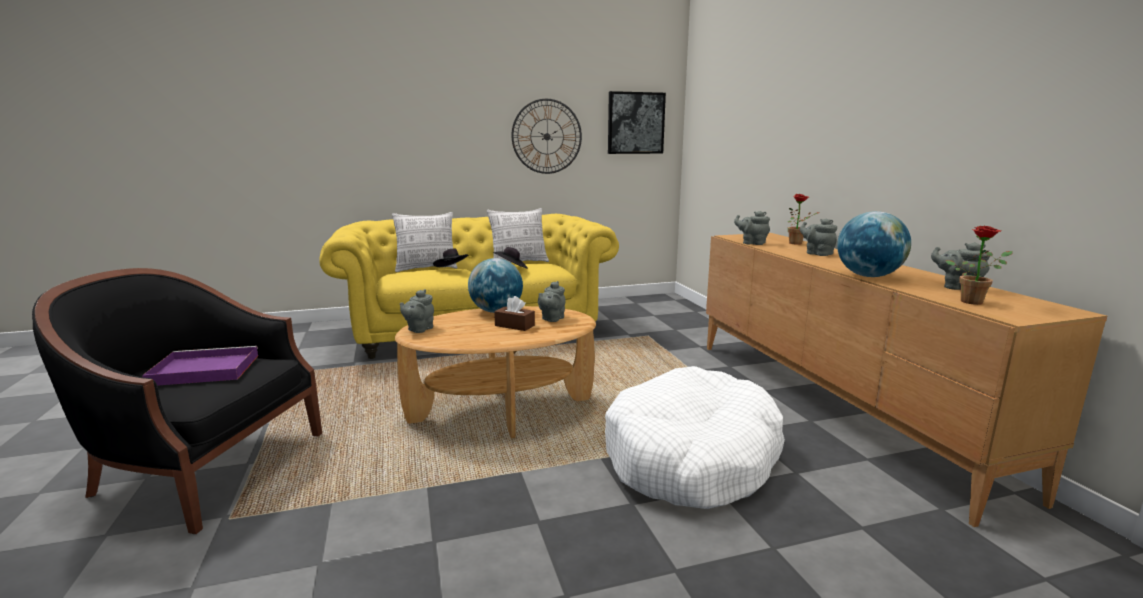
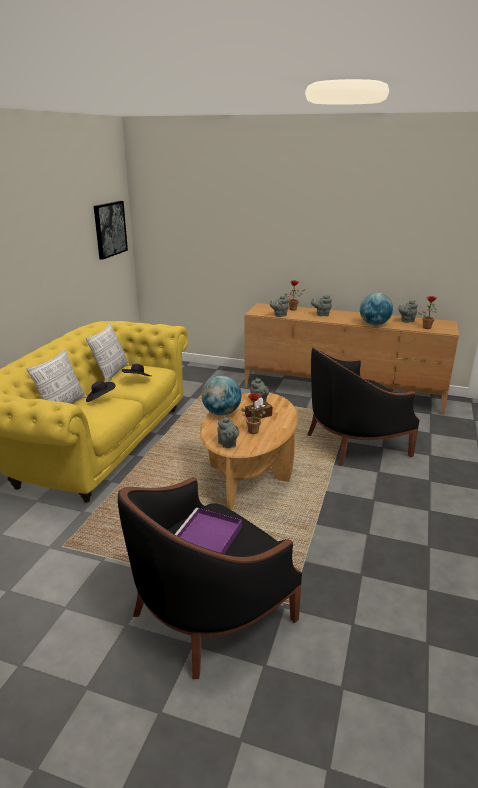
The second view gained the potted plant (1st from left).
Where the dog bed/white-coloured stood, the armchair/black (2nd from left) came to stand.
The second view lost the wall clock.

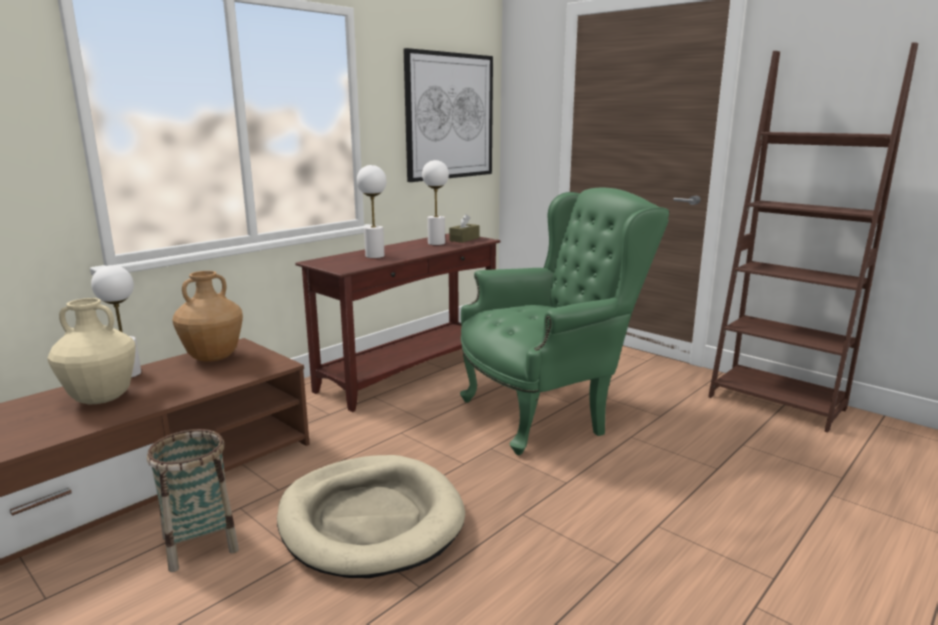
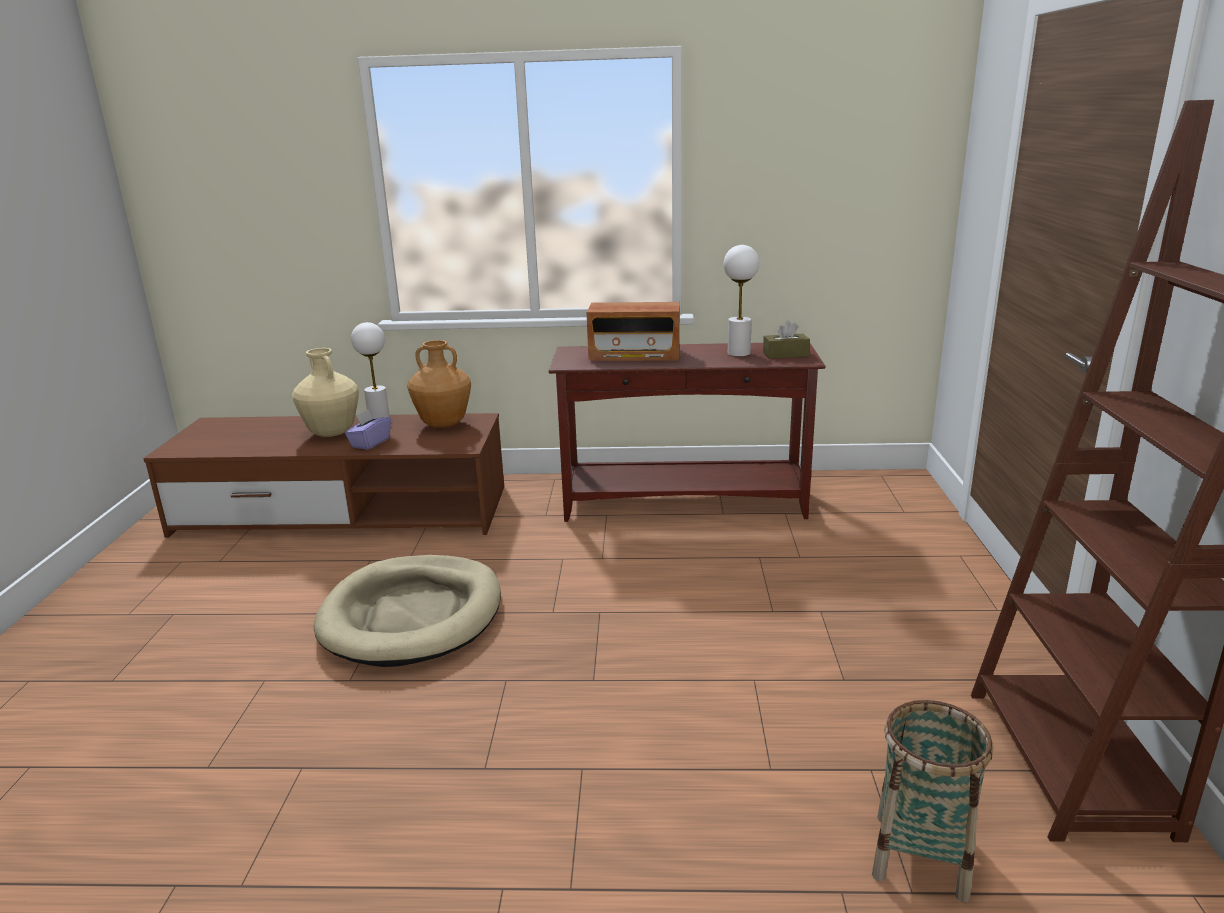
The second view gained the tissue holder/purplish.
Where the tabletop lamp/white-coloured (2nd from left) stood, the radio receiver came to stand.
The basket ended up elsewhere.
The second view lost the wall picture.
The second view lost the armchair/green-coloured.

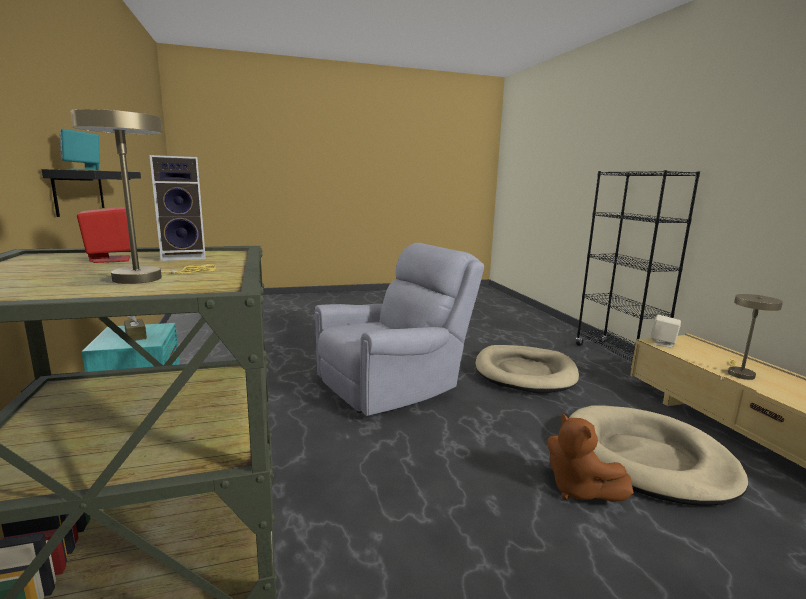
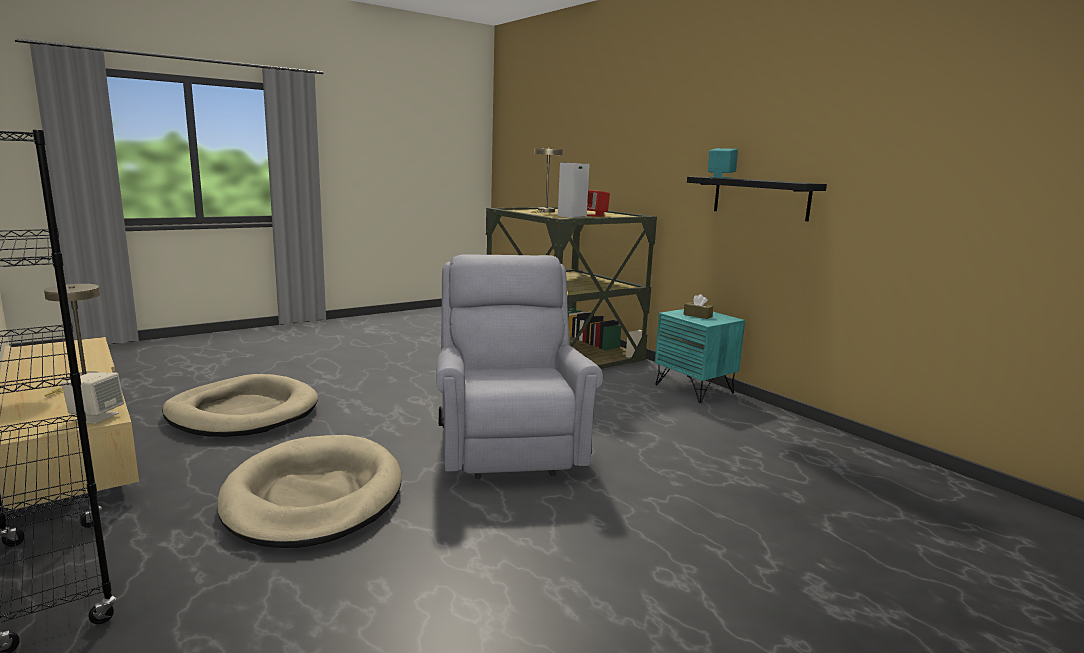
The armchair/greyish ended up facing another way, 135 degrees clockwise from before.
The second view lost the plush toy/brownish.

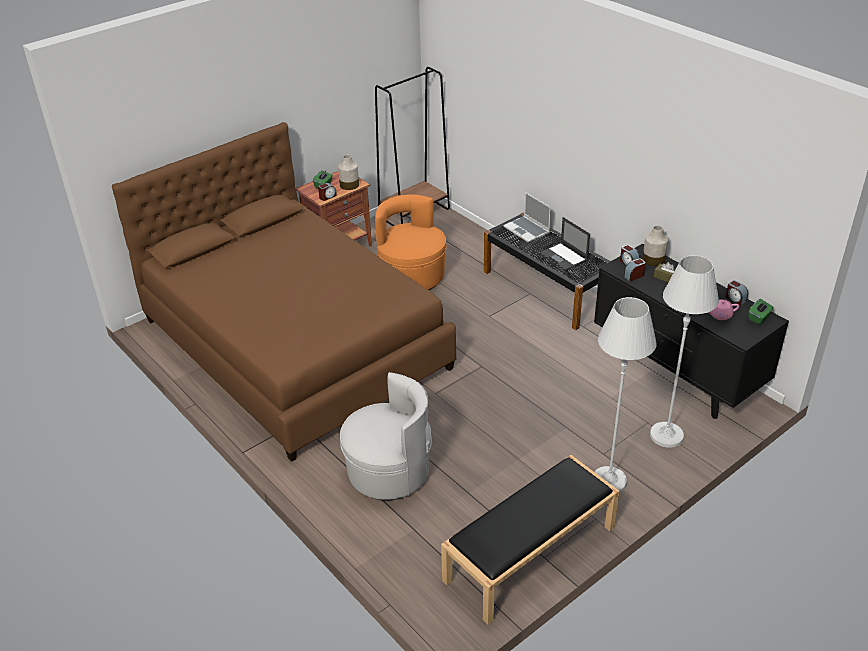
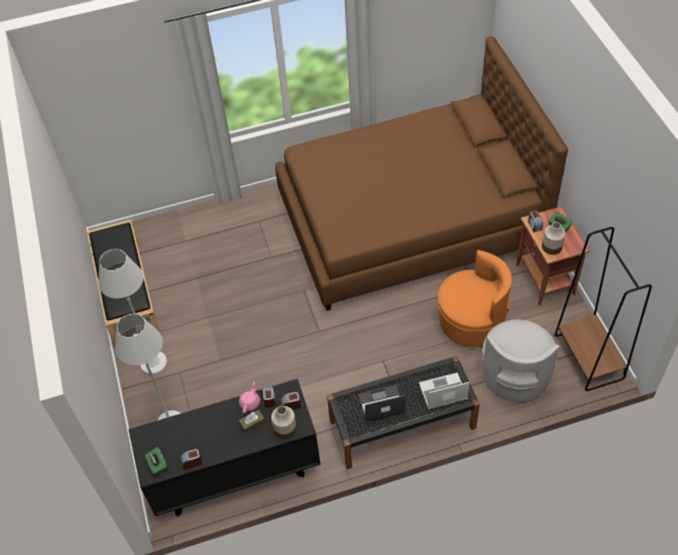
The tea pot/pinkish ended up elsewhere.
The armchair/white-coloured ended up elsewhere.

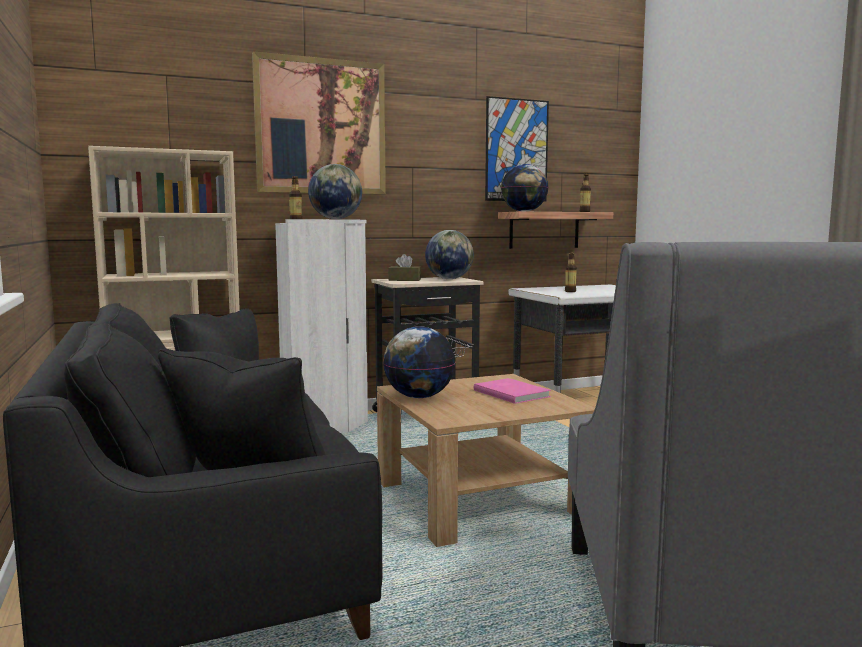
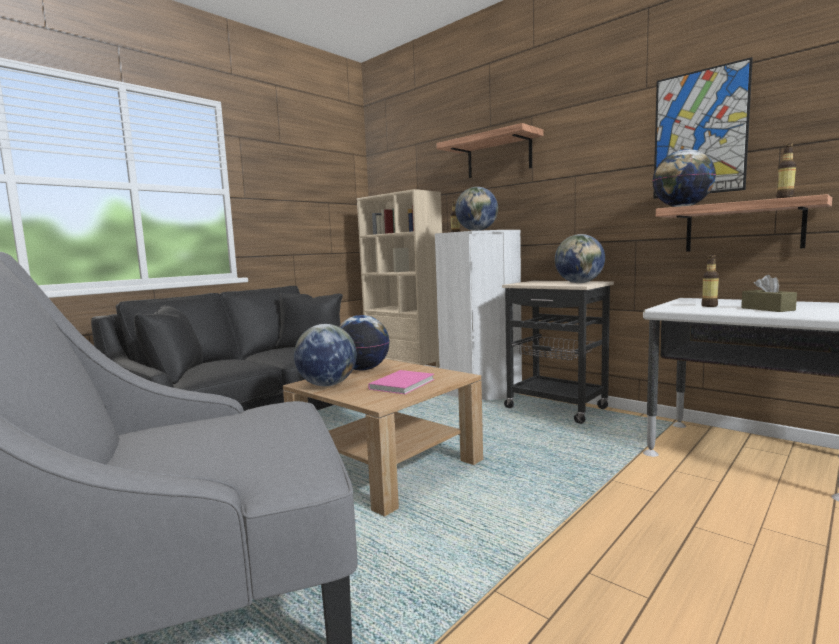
The second view gained the globe (1st from left).
Where the wall picture (1st from left) hung, the wall shelf (1st from left) came to hang.
The tissue holder/brownish ended up elsewhere.

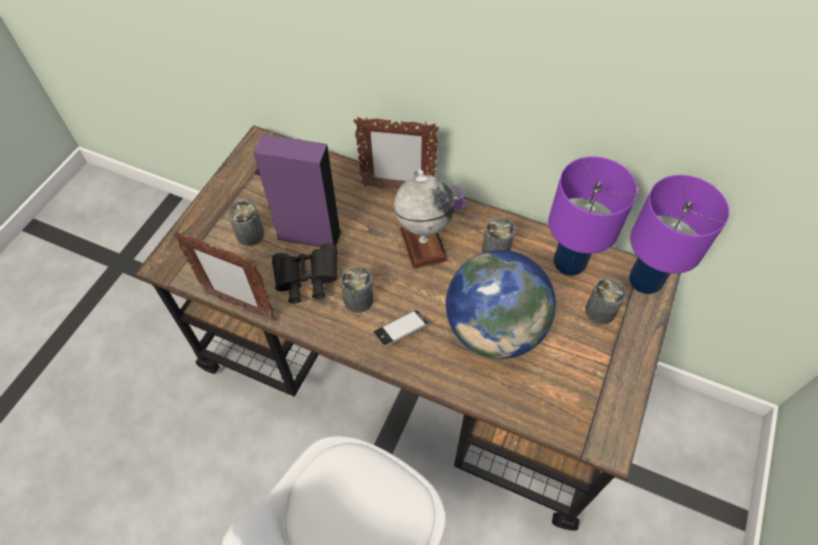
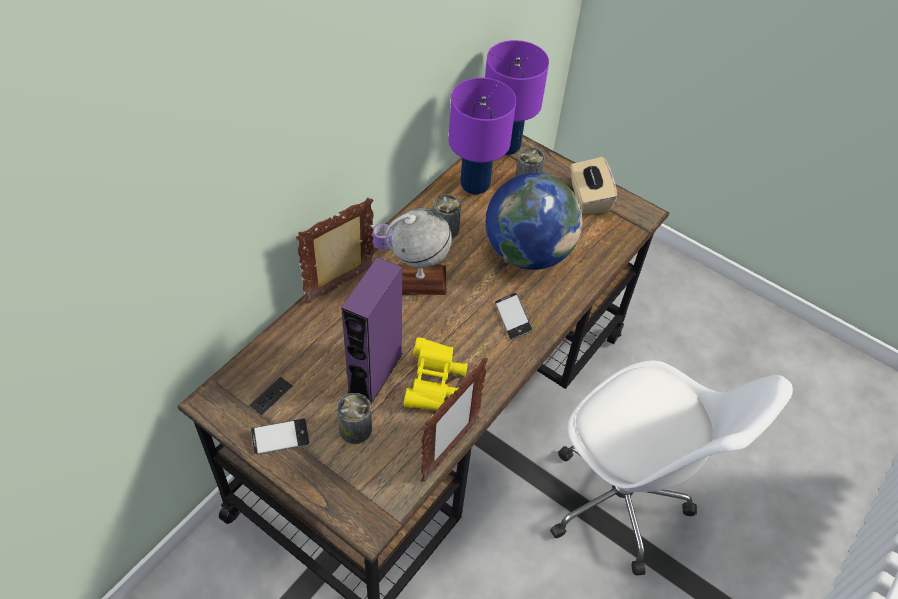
The second view gained the handset (1st from left).
The photo frame (2nd from left in the first image) ended up facing another way, 150 degrees counterclockwise from before.
What was the field glasses/black turned into the field glasses/yellowish.
The second view gained the tissue holder/sand-coloured.
The second view lost the sealed can (2nd from left).

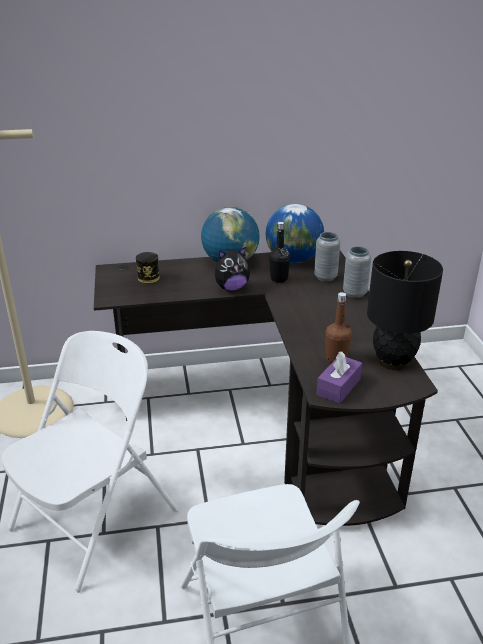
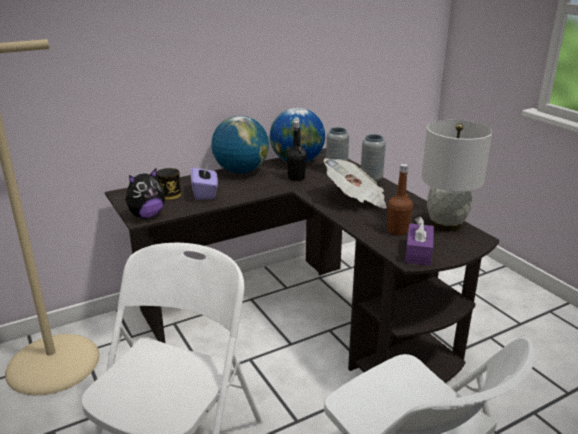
The plush toy ended up elsewhere.
The second view gained the tissue holder/purplish (1st from left).
The second view gained the daily paper.
What was the tabletop lamp/black turned into the tabletop lamp/white-coloured.

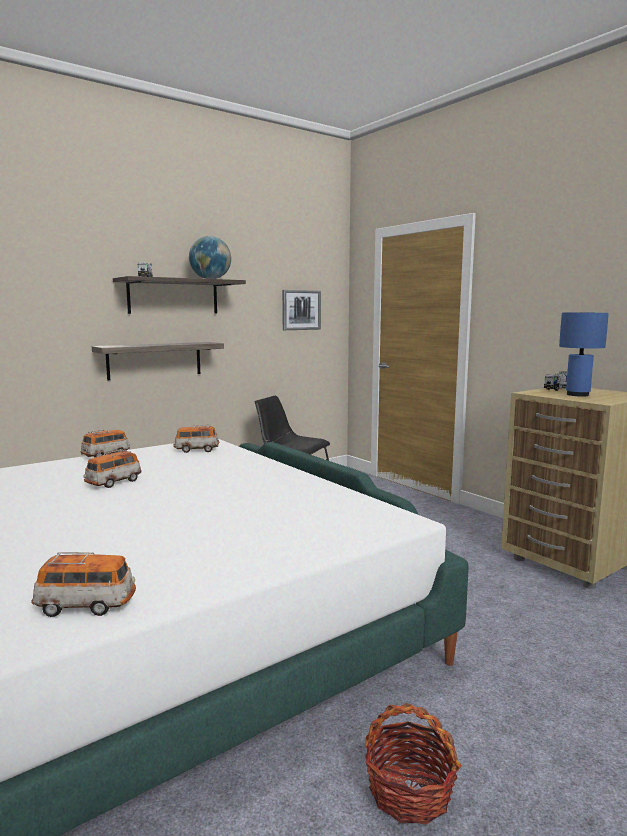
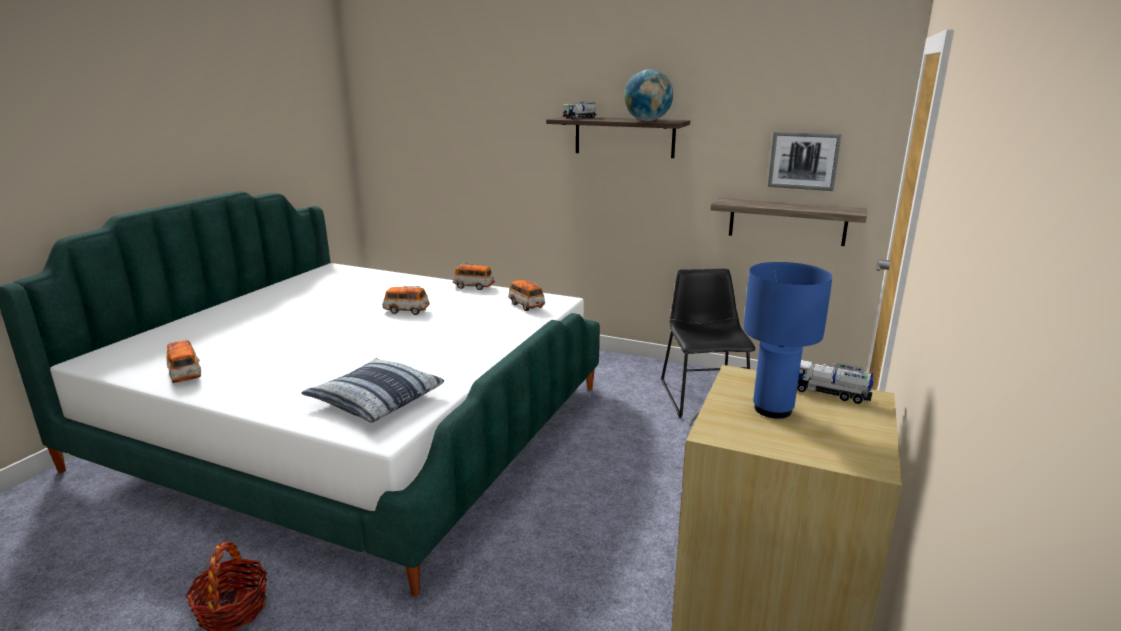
The second view gained the cushion.
The wall shelf (1st from left in the first image) ended up elsewhere.

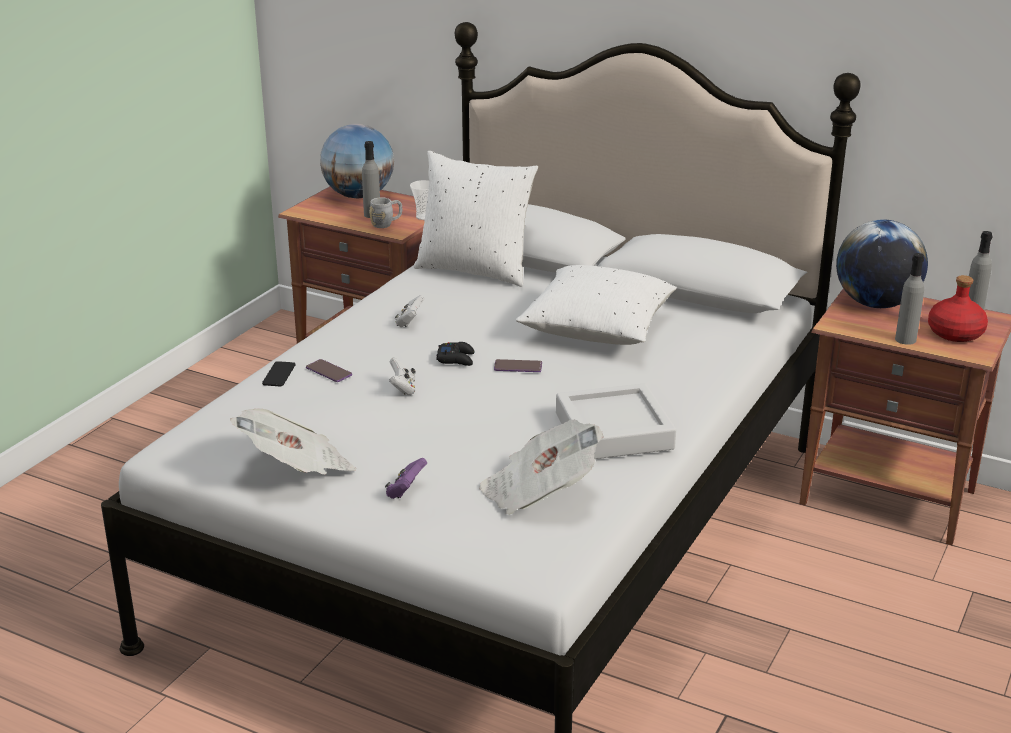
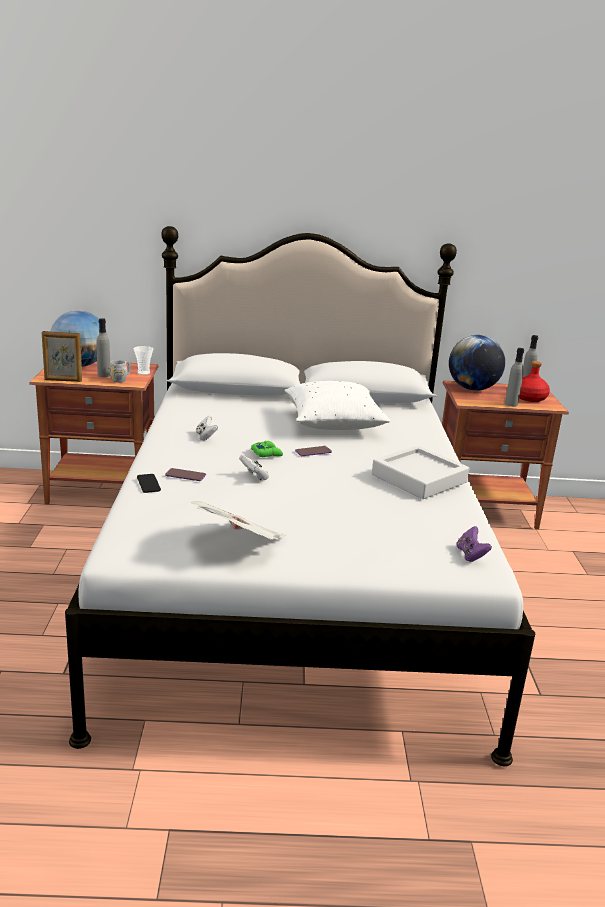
The second view gained the photo frame.
What was the gamepad/black turned into the gamepad/green-coloured.
The gamepad/purplish ended up elsewhere.
The second view lost the cushion/white-coloured (1st from left).
The second view lost the daily paper (2nd from left).

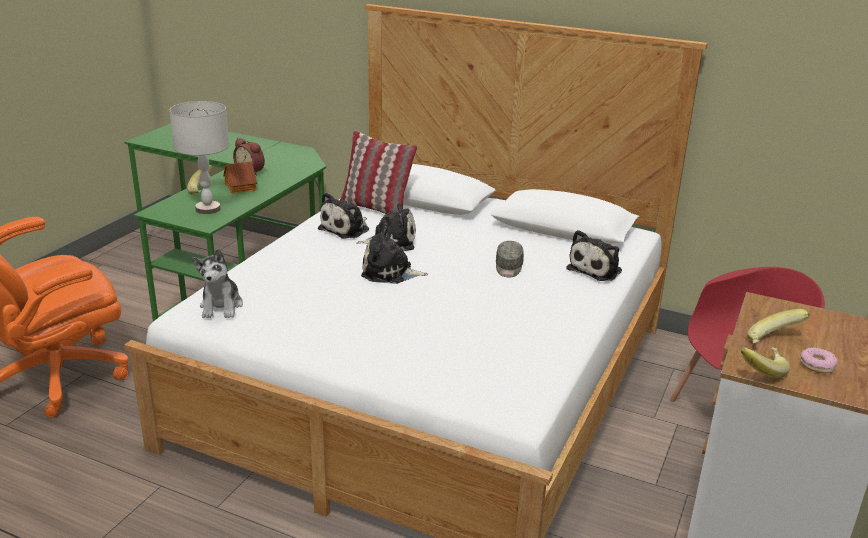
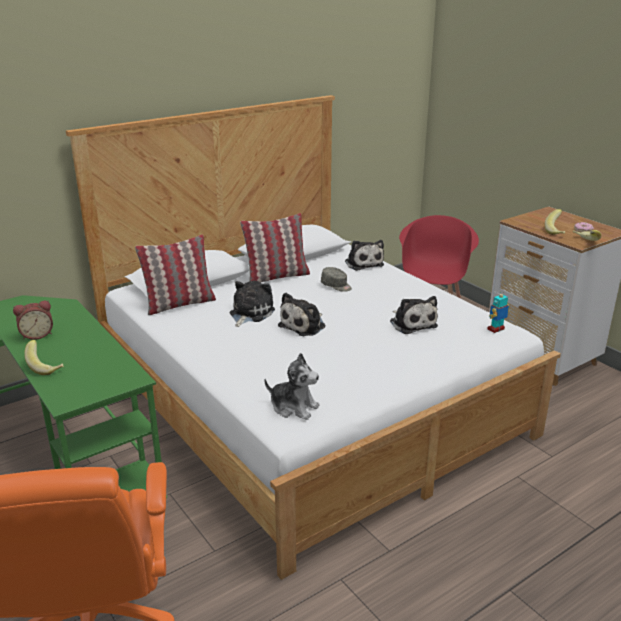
The second view gained the cushion (2nd from left).
The plush toy (2nd from left in the first image) ended up elsewhere.
The second view gained the robot figure.
The second view lost the tabletop lamp/greyish.
The second view lost the toy house.

